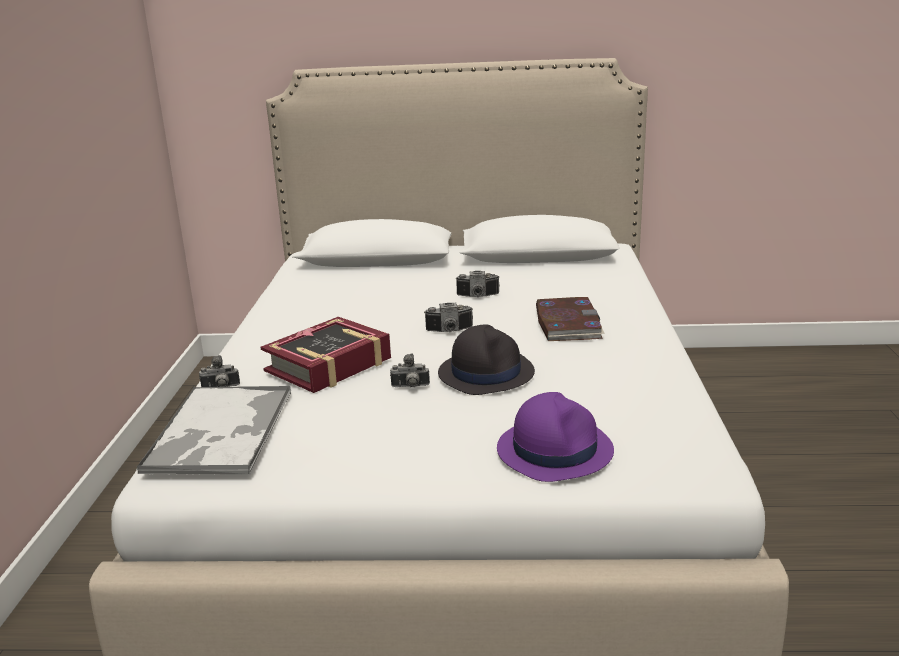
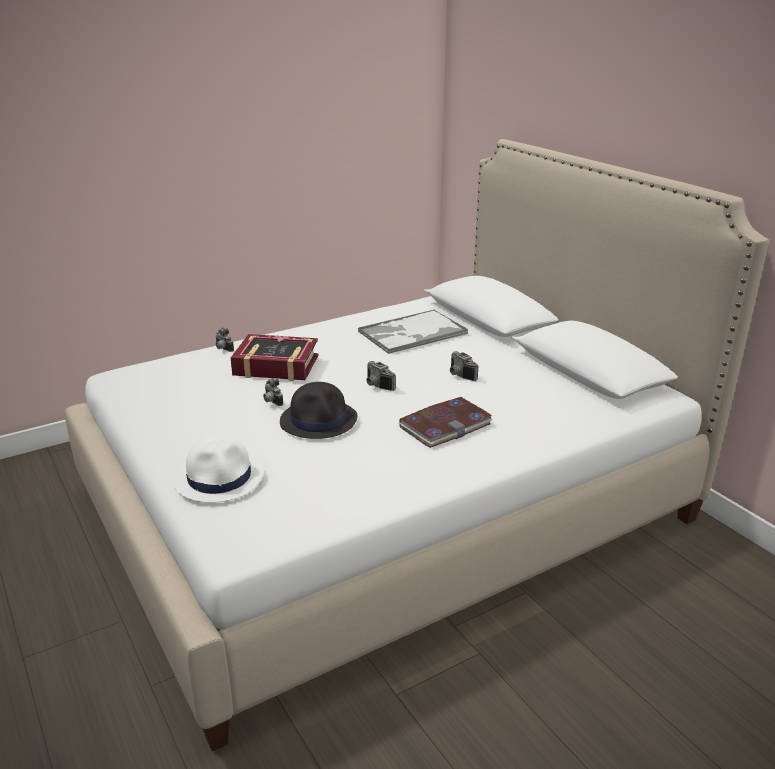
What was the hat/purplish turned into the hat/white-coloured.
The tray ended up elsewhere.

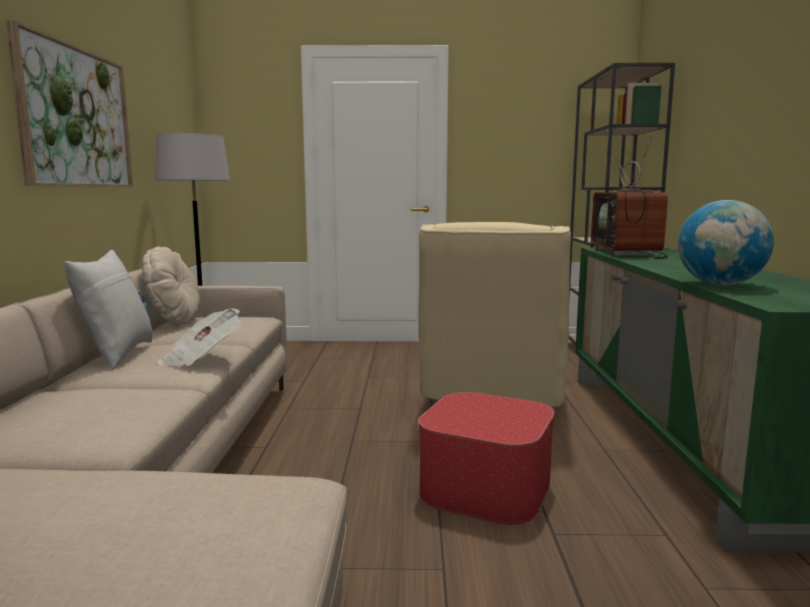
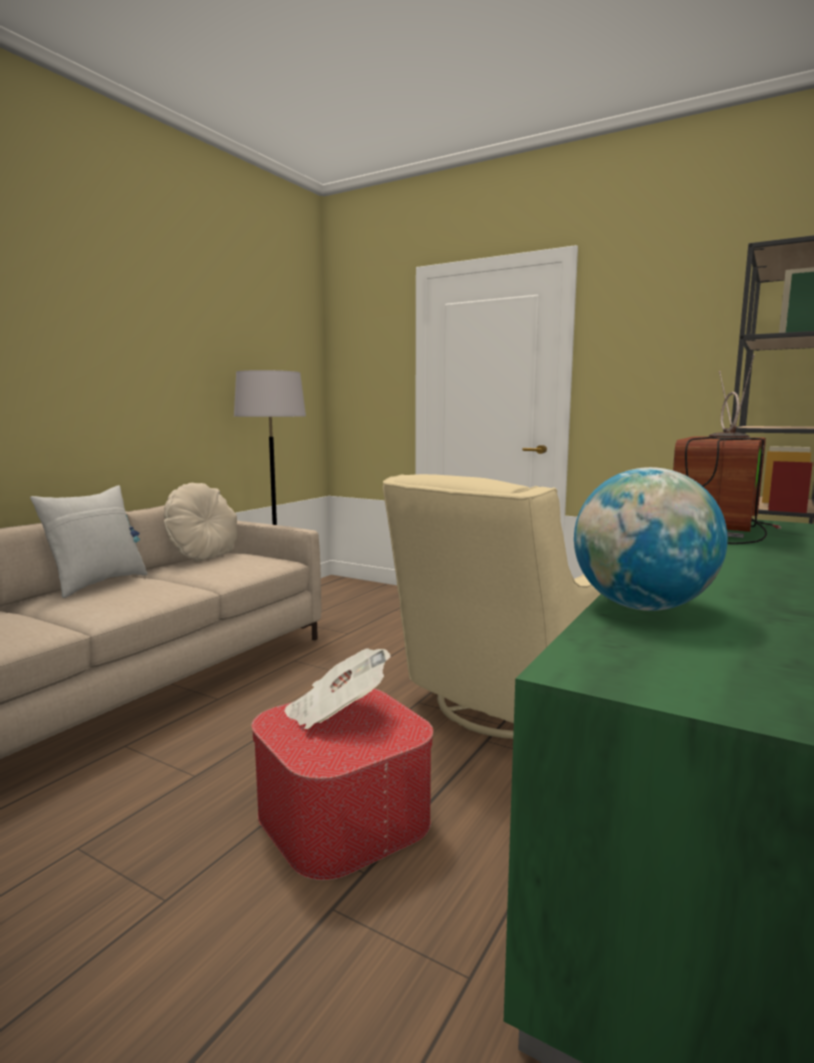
The daily paper ended up elsewhere.
The second view lost the wall picture.

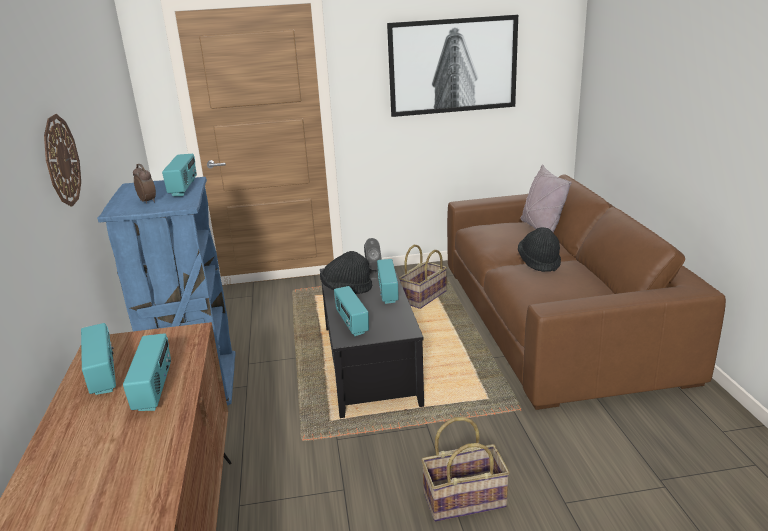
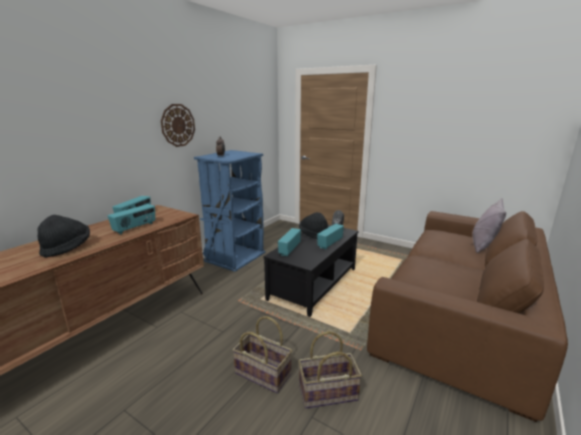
The hat/black (2nd from left in the first image) ended up elsewhere.
The basket (1st from left in the first image) ended up elsewhere.
The second view lost the radio receiver (3rd from left).
The second view lost the wall picture.

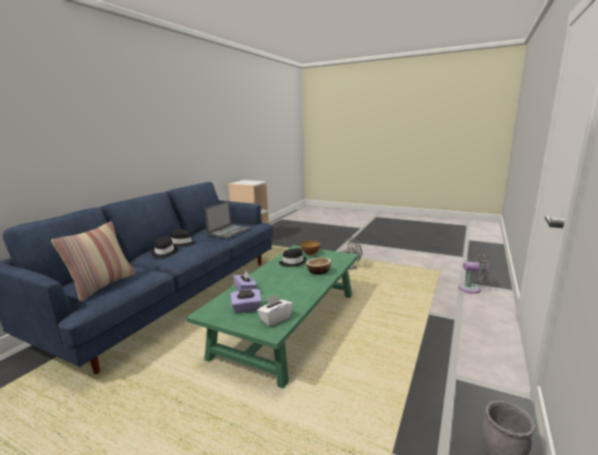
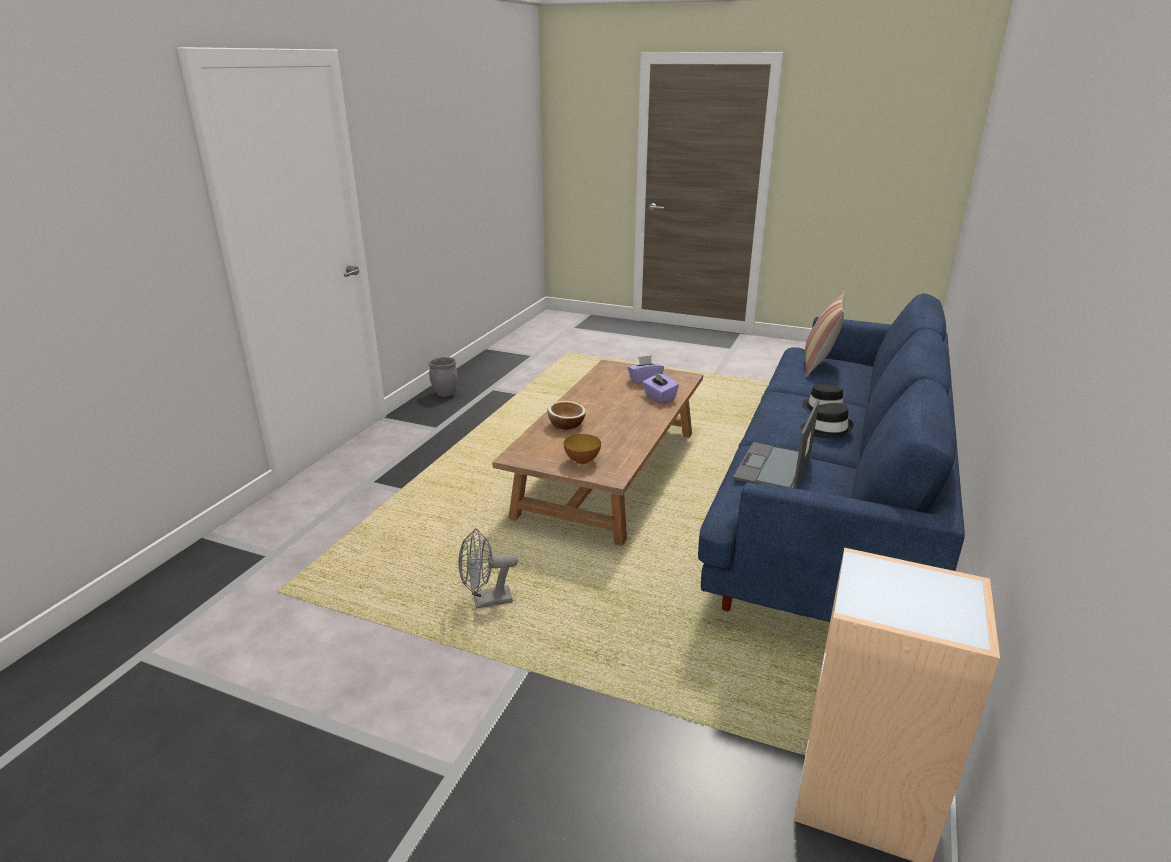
What was the coffee table/green-coloured turned into the coffee table/brownish.
The second view lost the tissue holder/white-coloured.
The second view lost the hat/black (3rd from left).
The second view lost the cooling fan/greyish (2nd from left).

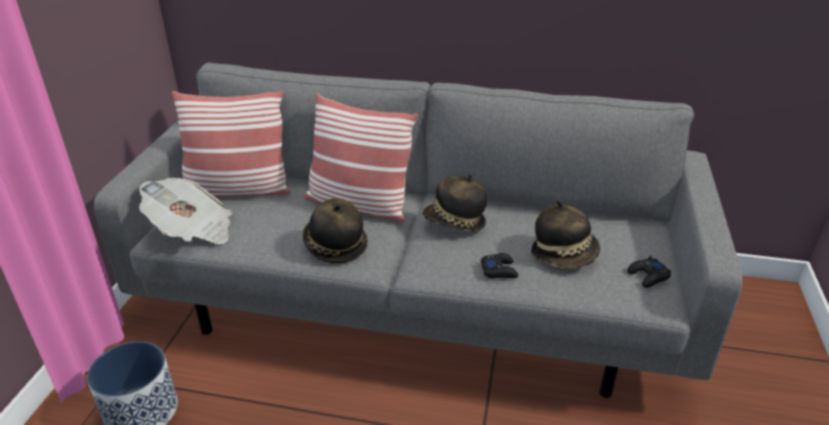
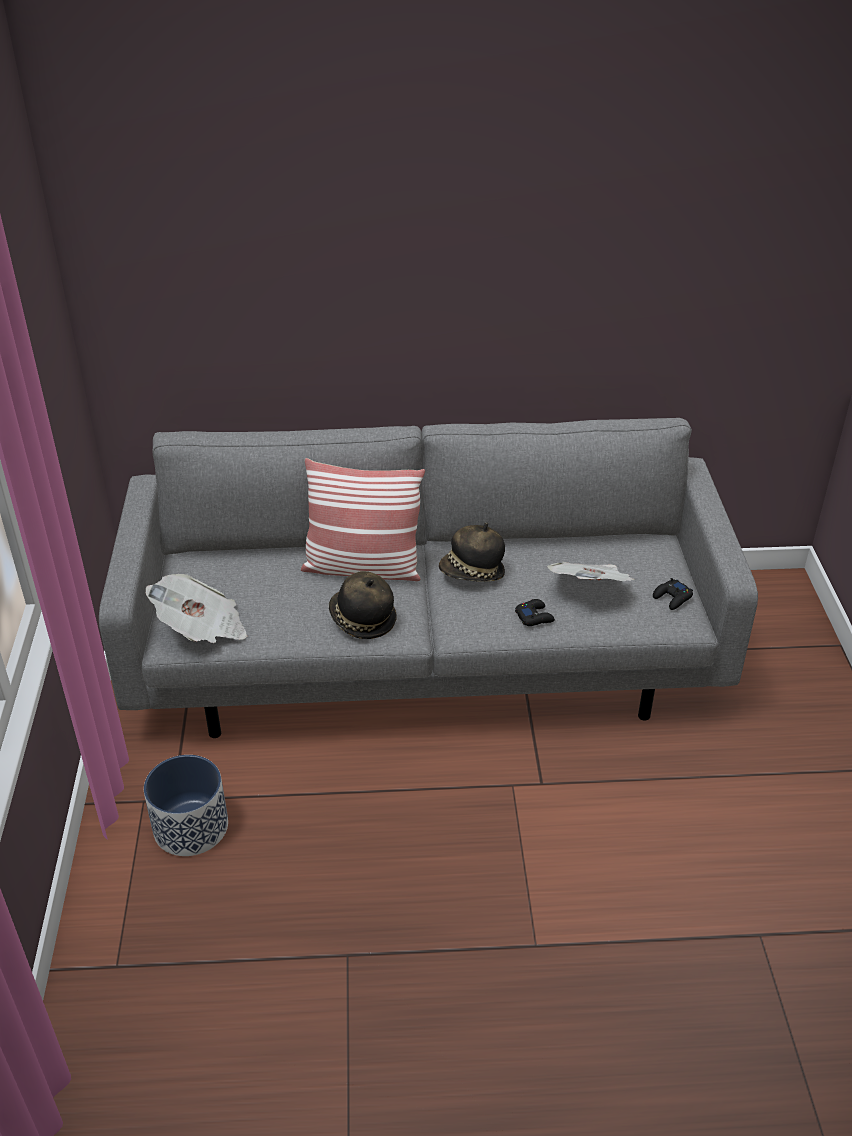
Where the hat (3rd from left) stood, the daily paper (2nd from left) came to stand.
The second view lost the cushion (1st from left).

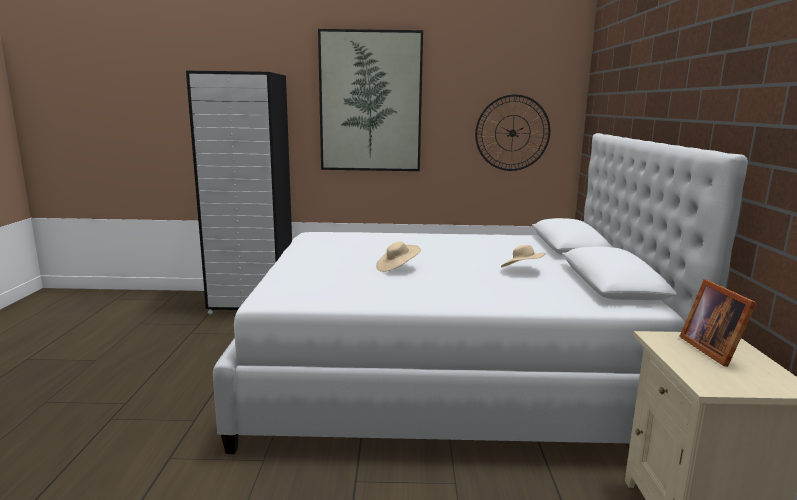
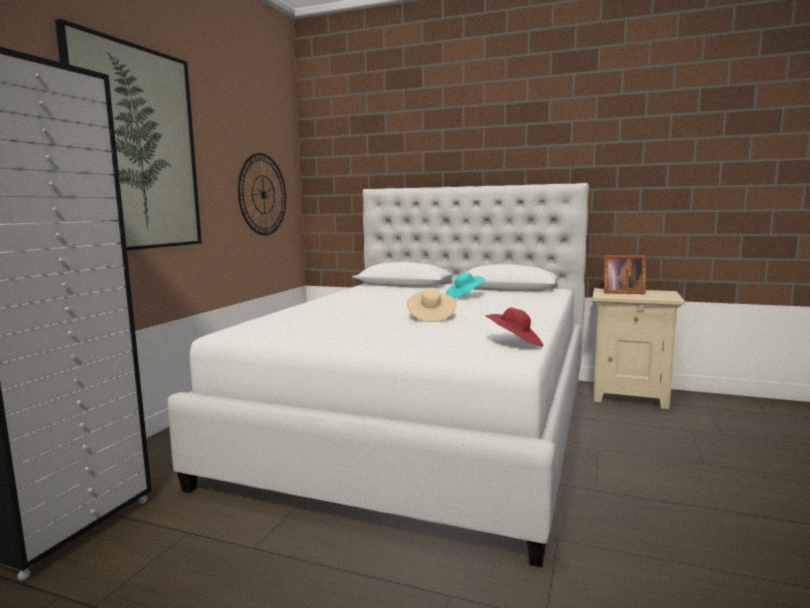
What was the hat/sand-coloured (2nd from left) turned into the hat/blue-green.
The second view gained the hat/reddish.

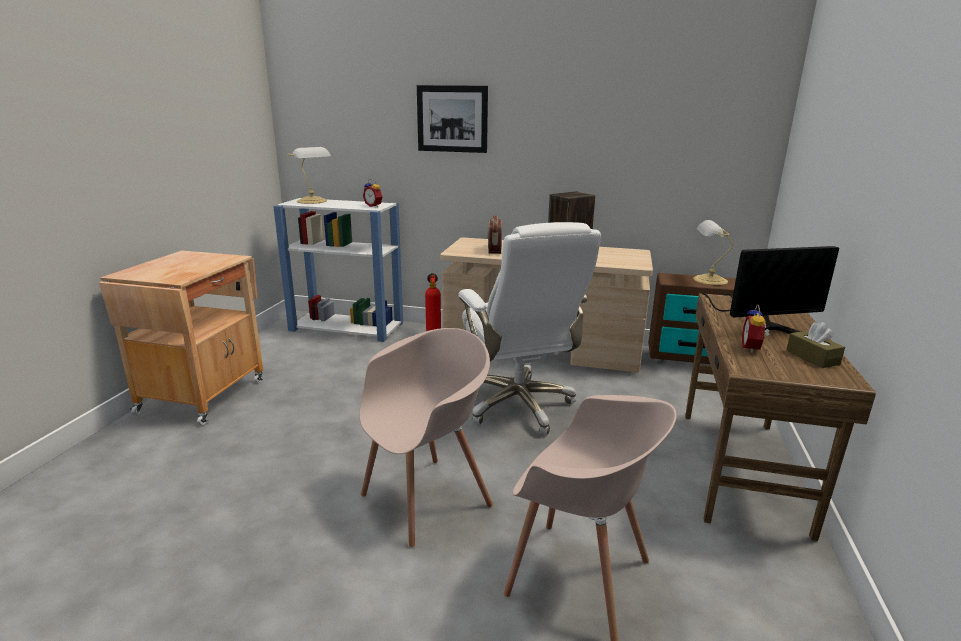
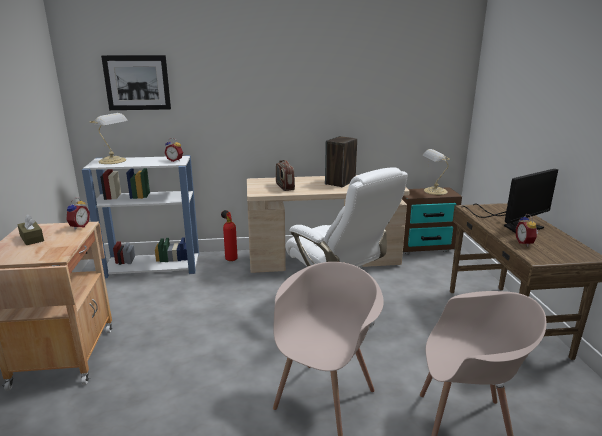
The tissue holder/brownish ended up elsewhere.
The second view gained the alarm clock (1st from left).
The wall picture ended up elsewhere.

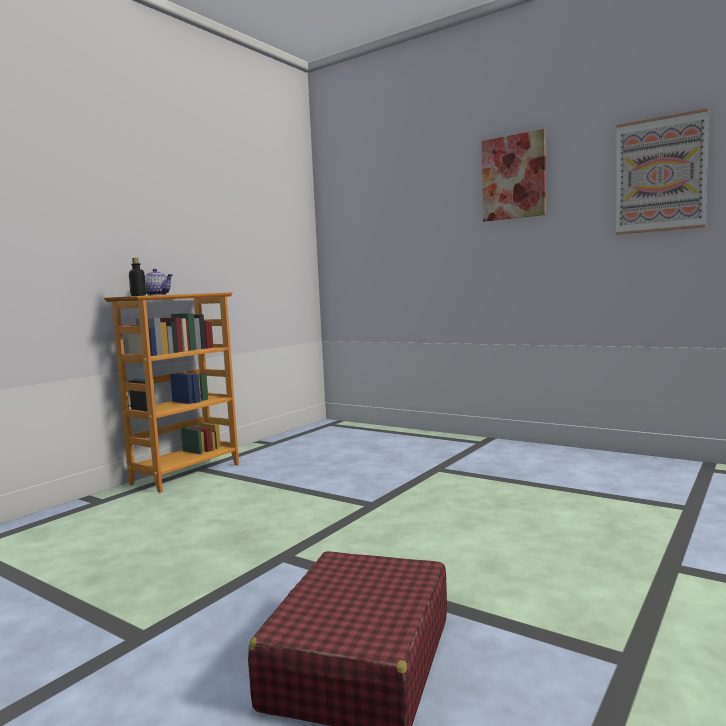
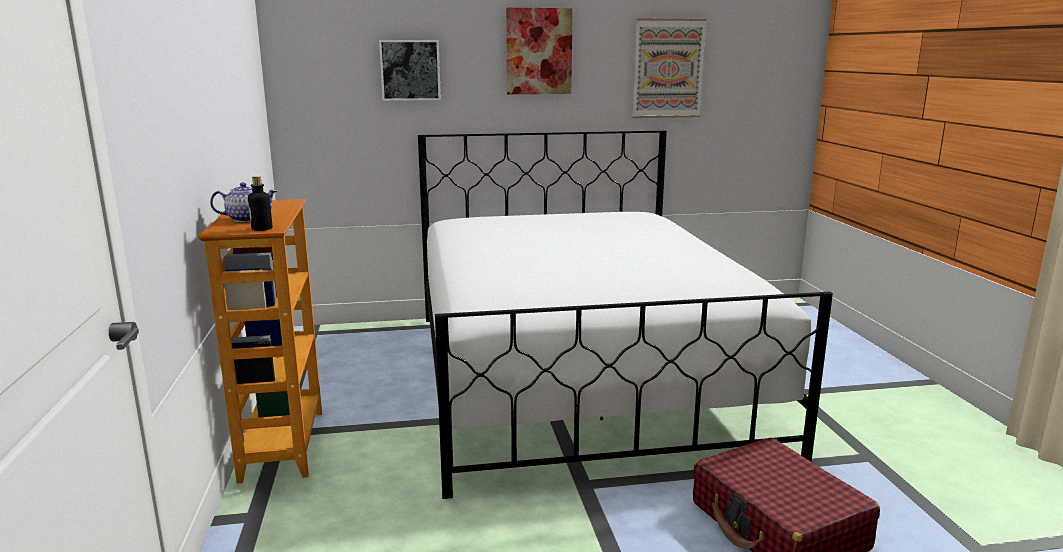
The second view gained the wall picture (1st from left).
The second view gained the bedroom bed/white-coloured.

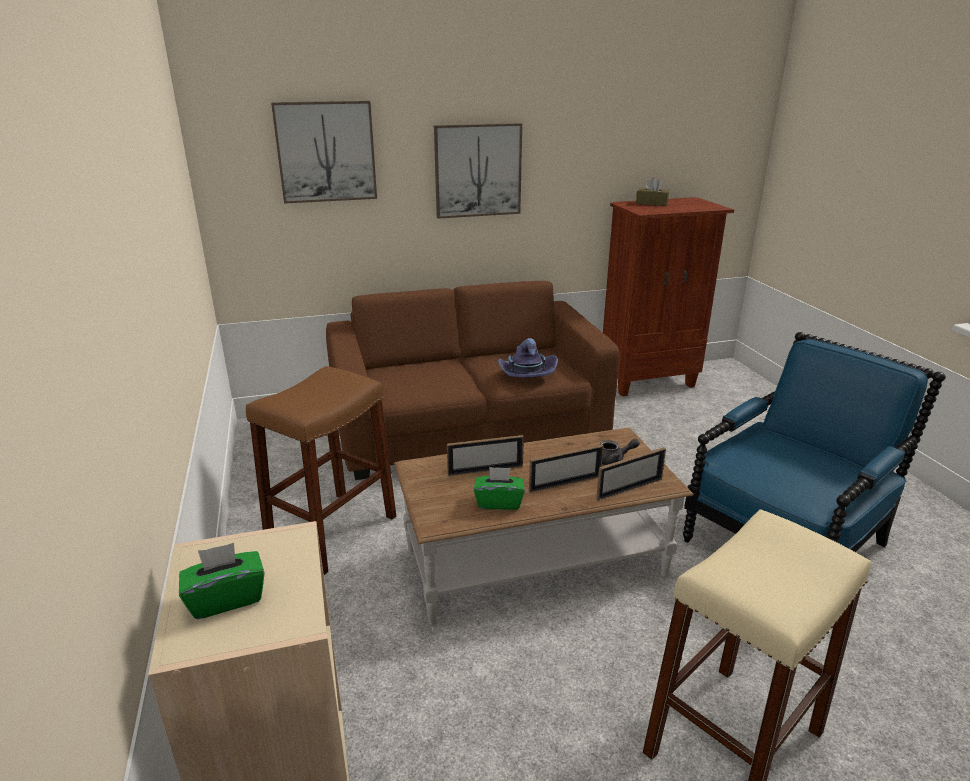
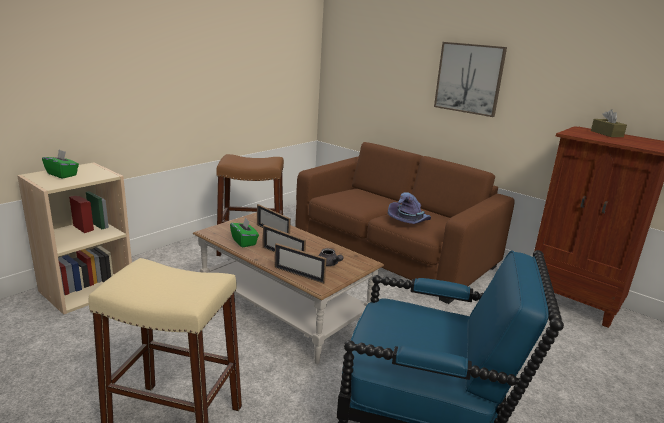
The second view lost the wall picture (1st from left).

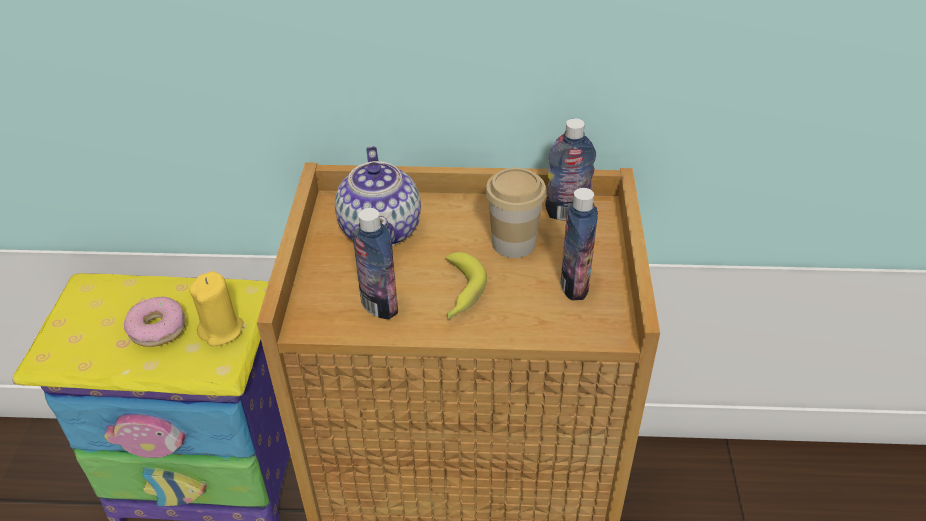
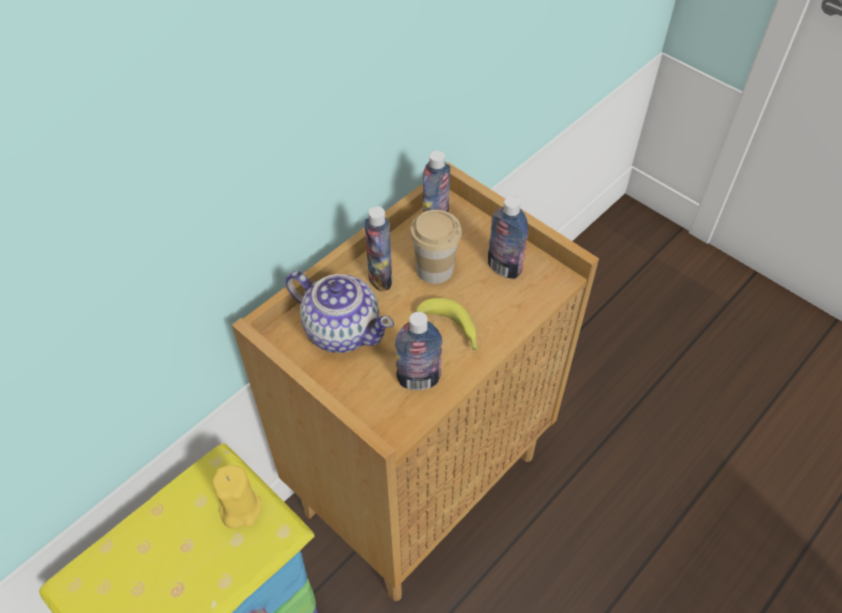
The second view gained the bottle (1st from left).
The second view lost the doughnut.

